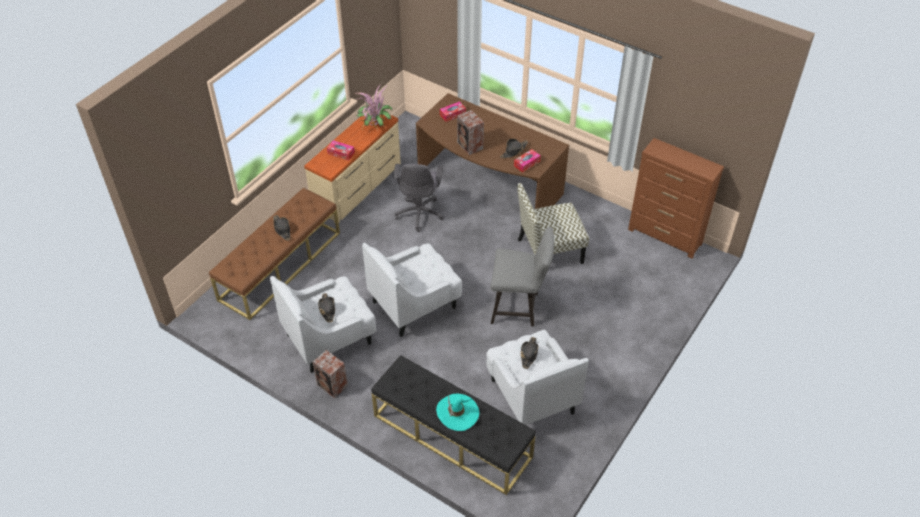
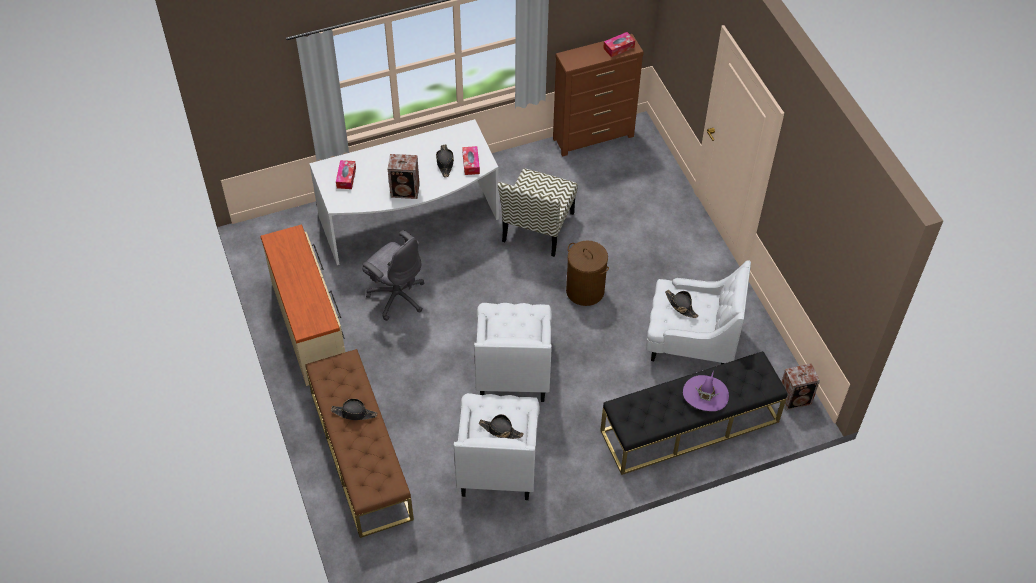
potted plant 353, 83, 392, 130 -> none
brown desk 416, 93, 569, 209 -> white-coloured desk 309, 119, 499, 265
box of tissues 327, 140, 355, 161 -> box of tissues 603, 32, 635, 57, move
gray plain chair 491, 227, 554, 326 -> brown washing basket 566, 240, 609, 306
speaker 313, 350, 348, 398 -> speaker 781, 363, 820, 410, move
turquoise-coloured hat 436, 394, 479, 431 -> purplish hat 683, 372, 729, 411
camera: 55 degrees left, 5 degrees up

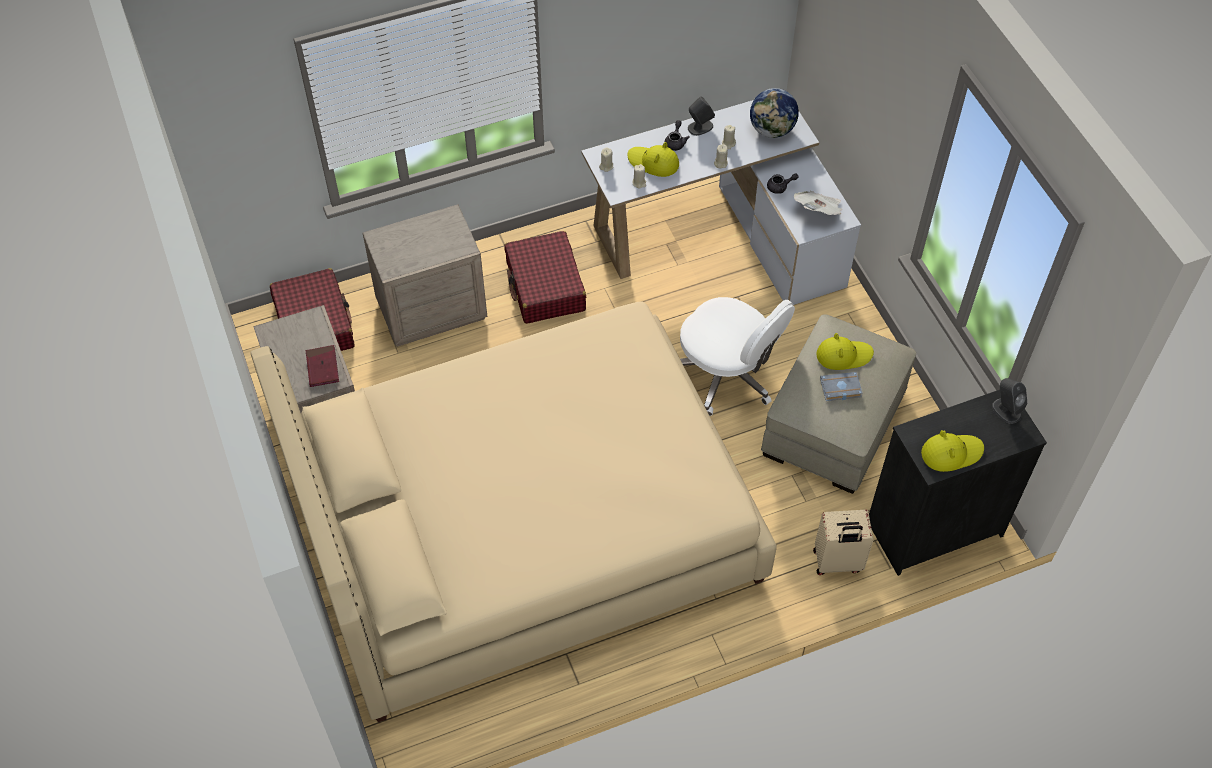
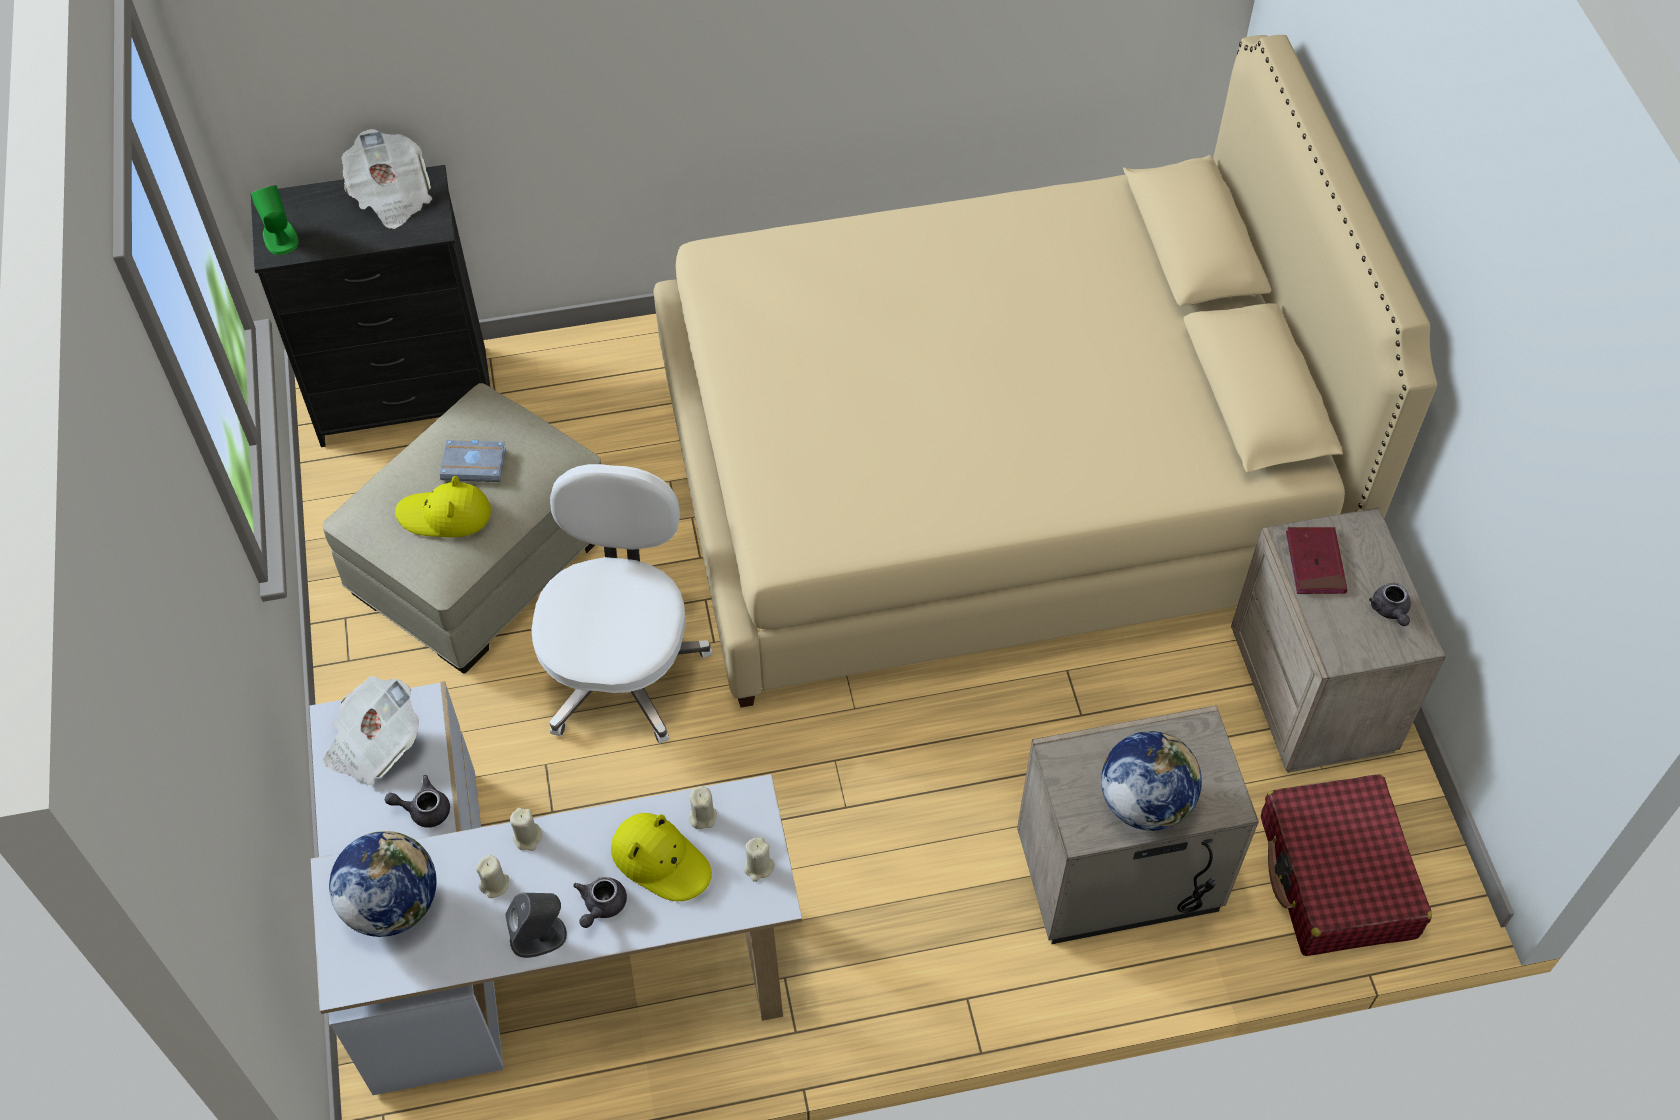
reddish piece of luggage 504, 231, 586, 324 -> none
white-coloured office chair 680, 297, 795, 416 -> white-coloured office chair 531, 464, 713, 743, 45 degrees clockwise
gray speaker 992, 378, 1027, 424 -> green speaker 251, 185, 299, 255
yellowish hat 921, 430, 984, 472 -> printed paper 341, 129, 432, 229
beige-coloured piece of luggage 813, 510, 874, 575 -> none
none -> gray tea pot 1369, 583, 1411, 626
none -> desk globe 1101, 731, 1202, 831
camera: 170 degrees left, 0 degrees up

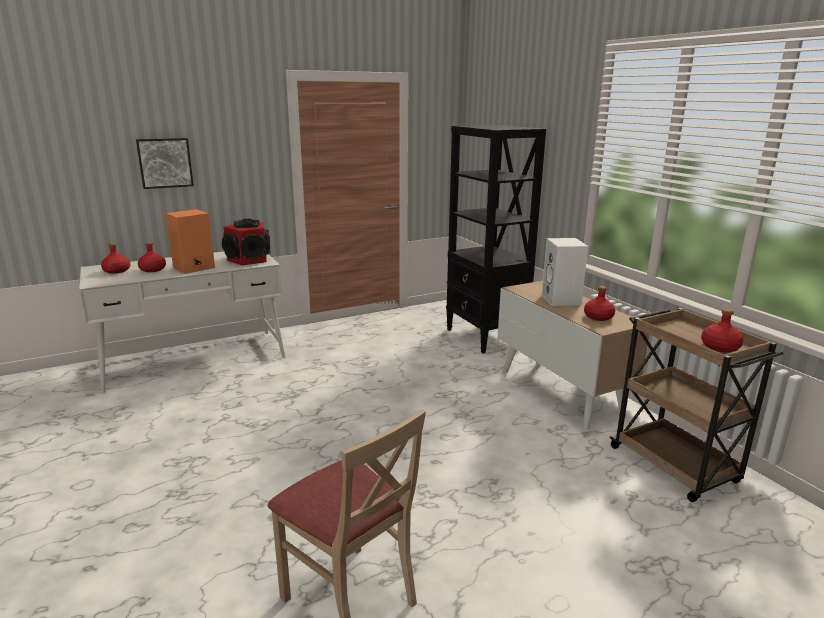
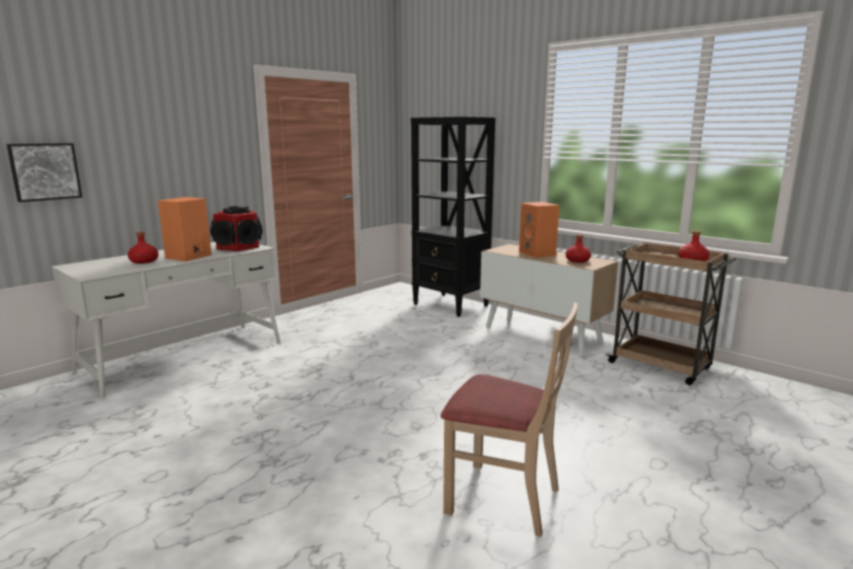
picture 136, 138, 194, 189 -> picture 7, 143, 82, 202, move
white-coloured speaker 542, 238, 588, 306 -> orange-coloured speaker 519, 202, 559, 258
reddish drink bottle 101, 243, 130, 274 -> none
camera: 20 degrees left, 5 degrees down

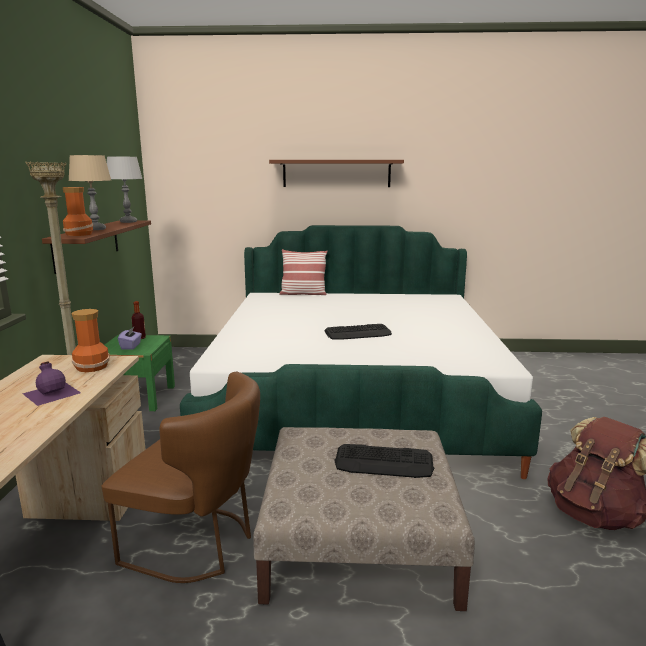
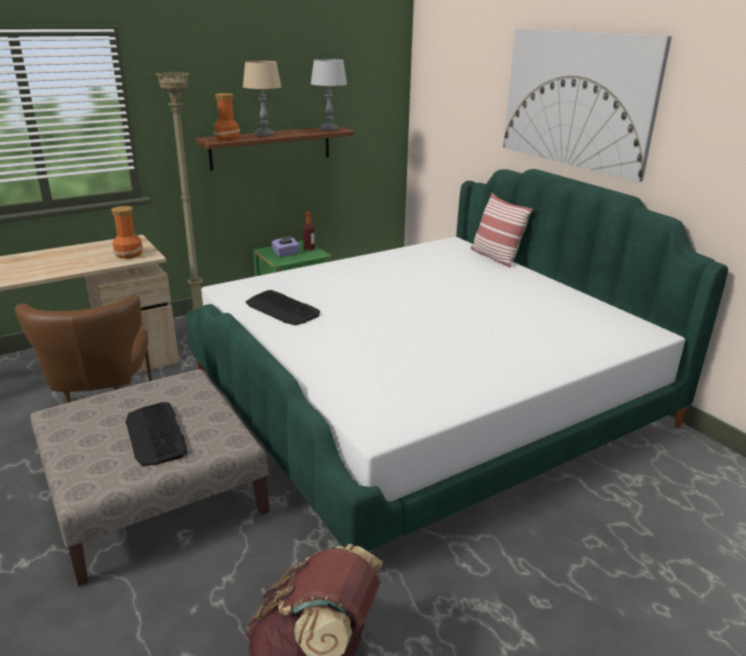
brown shelf 269, 160, 404, 187 -> picture 503, 28, 672, 182
computer keyboard 325, 324, 392, 340 -> computer keyboard 246, 290, 320, 325, move
purplish drink bottle 23, 362, 81, 406 -> none
camera: 55 degrees right, 10 degrees up

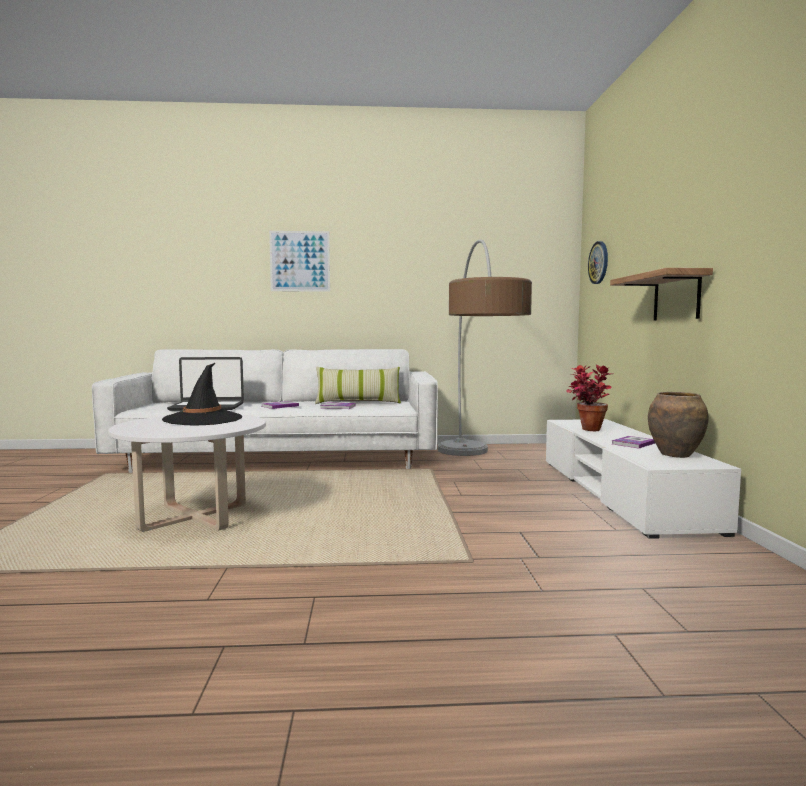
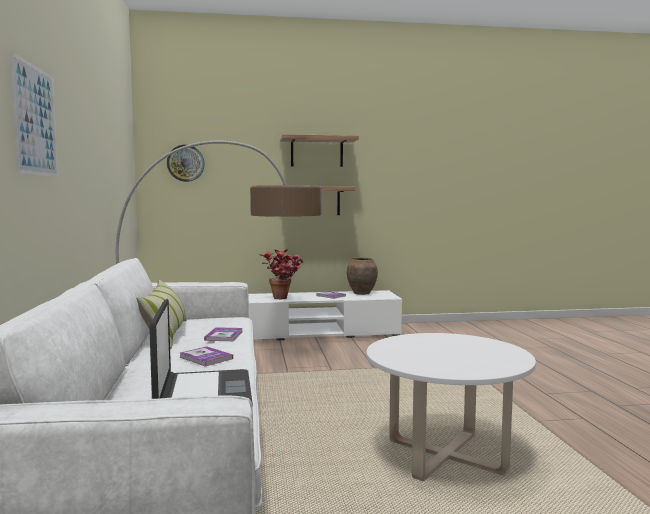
blackish hat 162, 363, 242, 425 -> none
none -> shelf 280, 134, 359, 167
camera: 95 degrees left, 0 degrees up

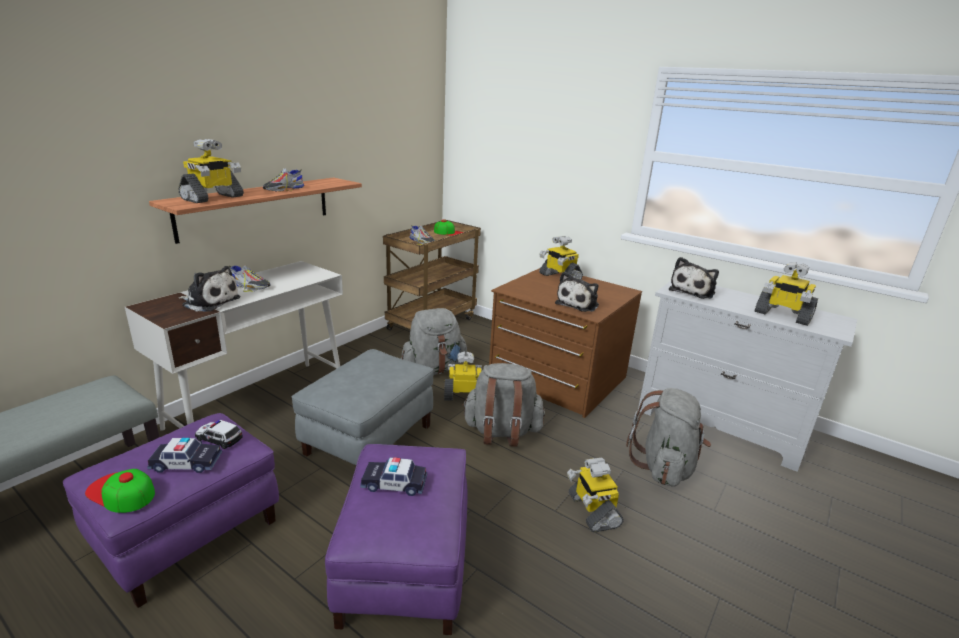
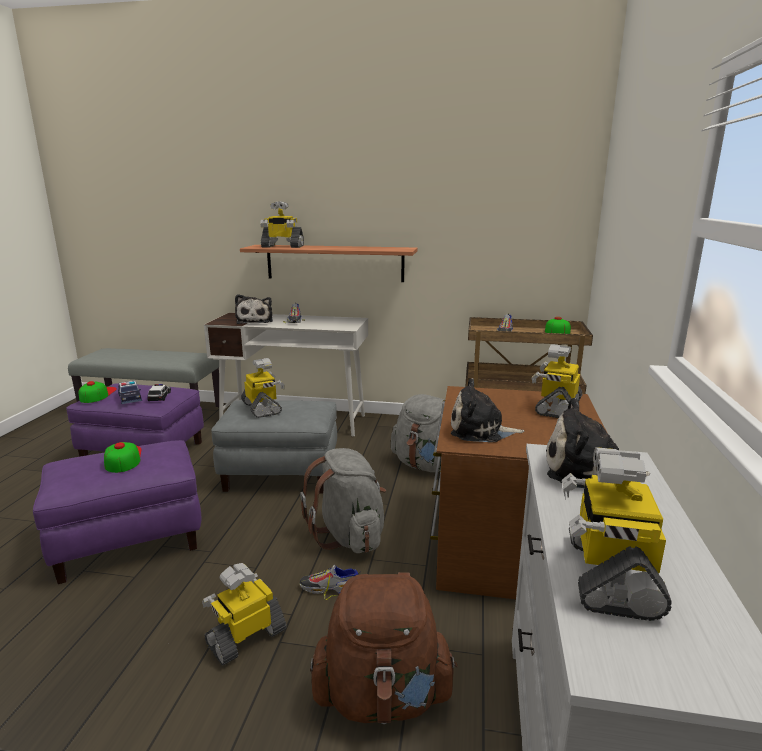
shoe 263, 168, 304, 191 -> shoe 299, 565, 361, 600, move
model robot 444, 351, 482, 401 -> model robot 241, 358, 285, 418, move
gray knapsack 626, 388, 711, 487 -> brown knapsack 310, 572, 458, 724
toy car 360, 457, 427, 496 -> baseball cap 104, 442, 141, 473
camera: 65 degrees right, 5 degrees down

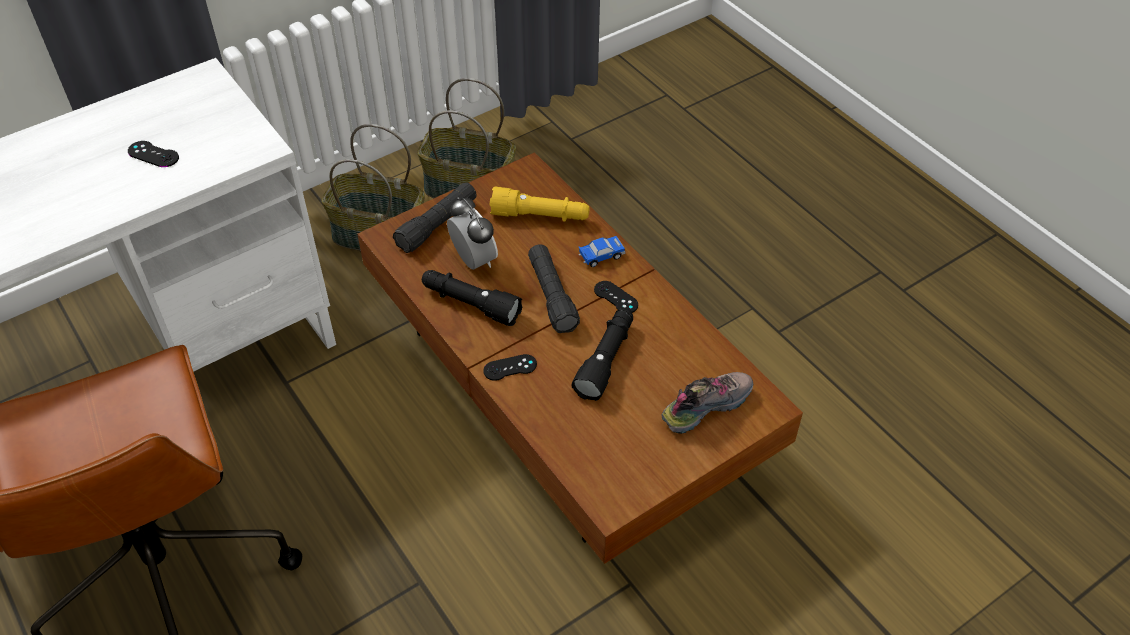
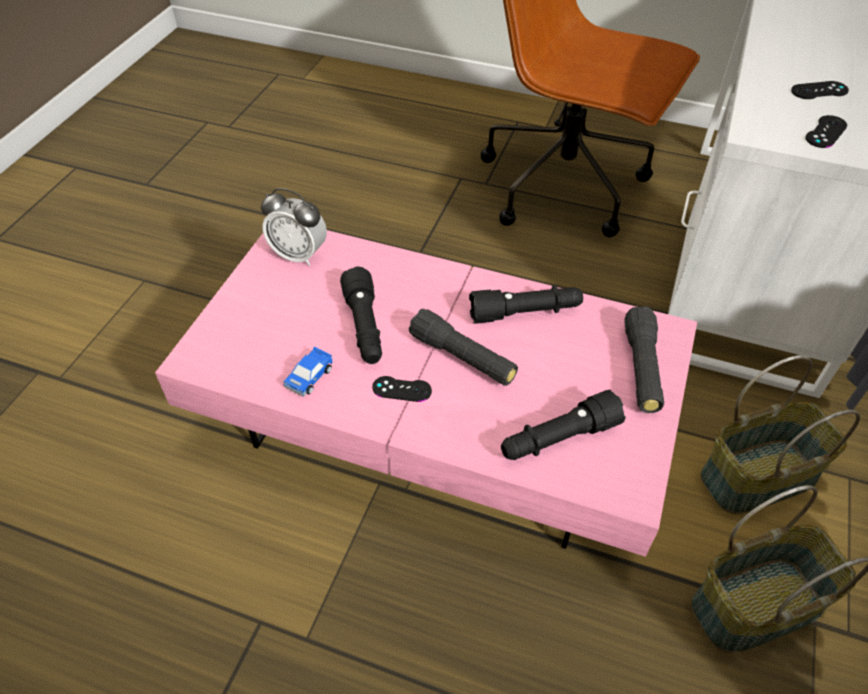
brown low table 357, 152, 803, 564 -> pinkish low table 155, 230, 697, 557
yellowish flashlight 490, 187, 590, 222 -> blackish flashlight 501, 390, 626, 460
bedside clock 447, 197, 498, 270 -> bedside clock 261, 188, 327, 266, move
toy car 579, 236, 625, 267 -> toy car 283, 347, 333, 397, move
blackish gamepad 483, 354, 537, 381 -> blackish gamepad 805, 115, 847, 148, move
shoe 661, 372, 753, 434 -> none
camera: 145 degrees right, 0 degrees up

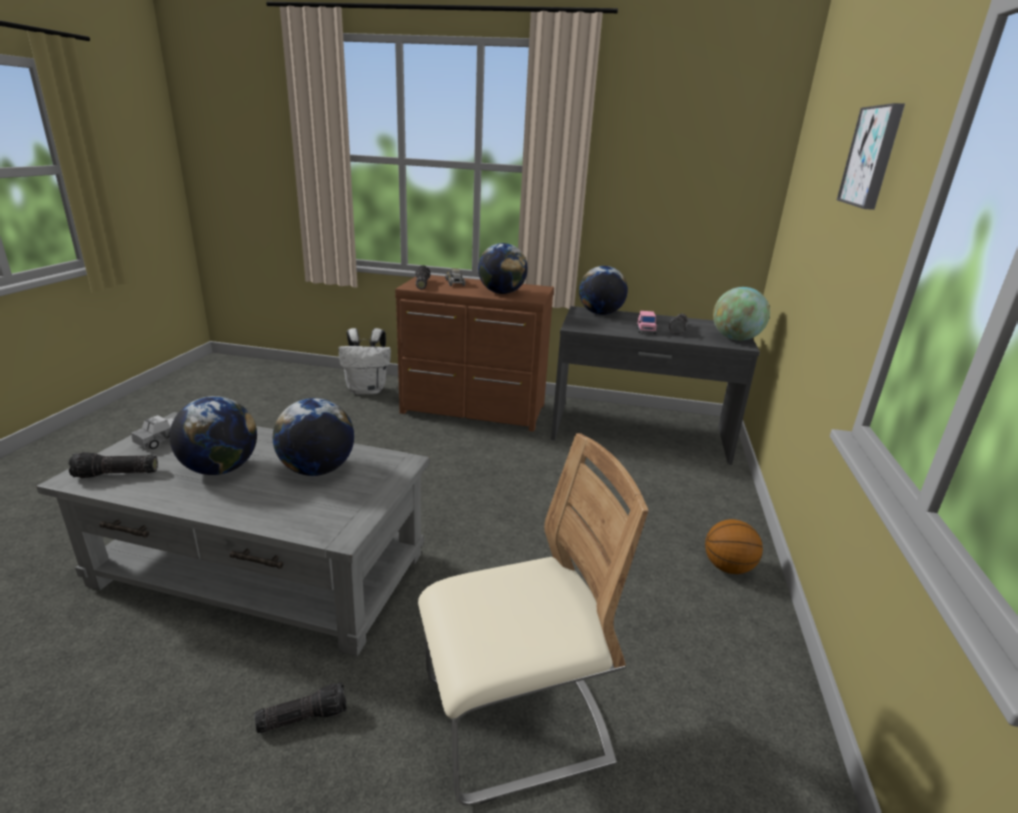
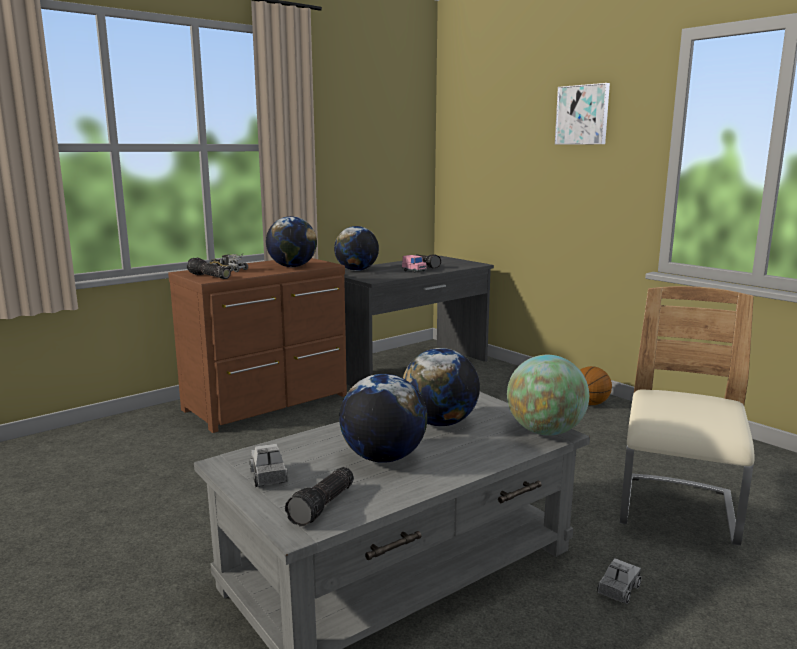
desk globe 713, 287, 770, 341 -> desk globe 507, 355, 589, 436, move
white-coloured knapsack 338, 328, 391, 395 -> none
flashlight 255, 682, 347, 733 -> toy truck 597, 558, 641, 604
camera: 50 degrees left, 10 degrees down

